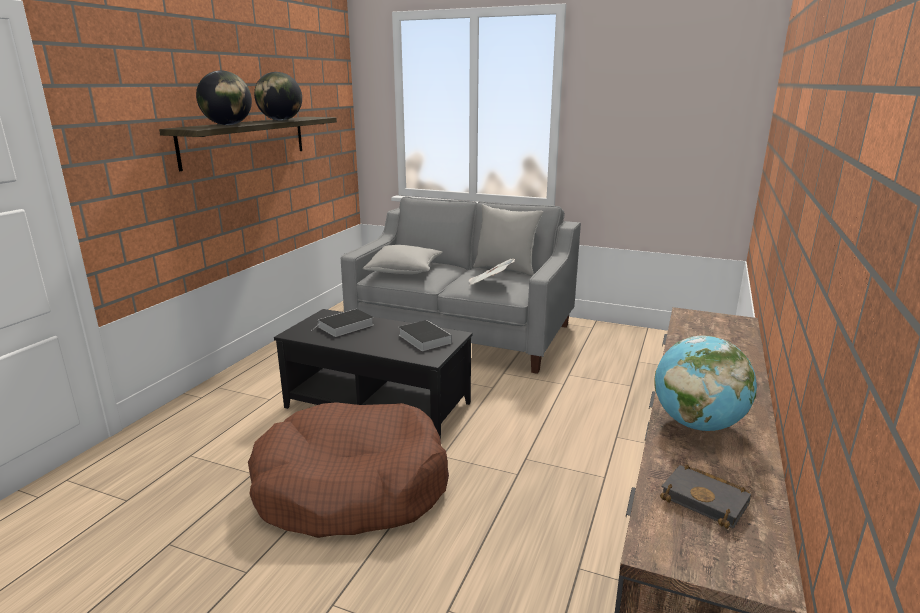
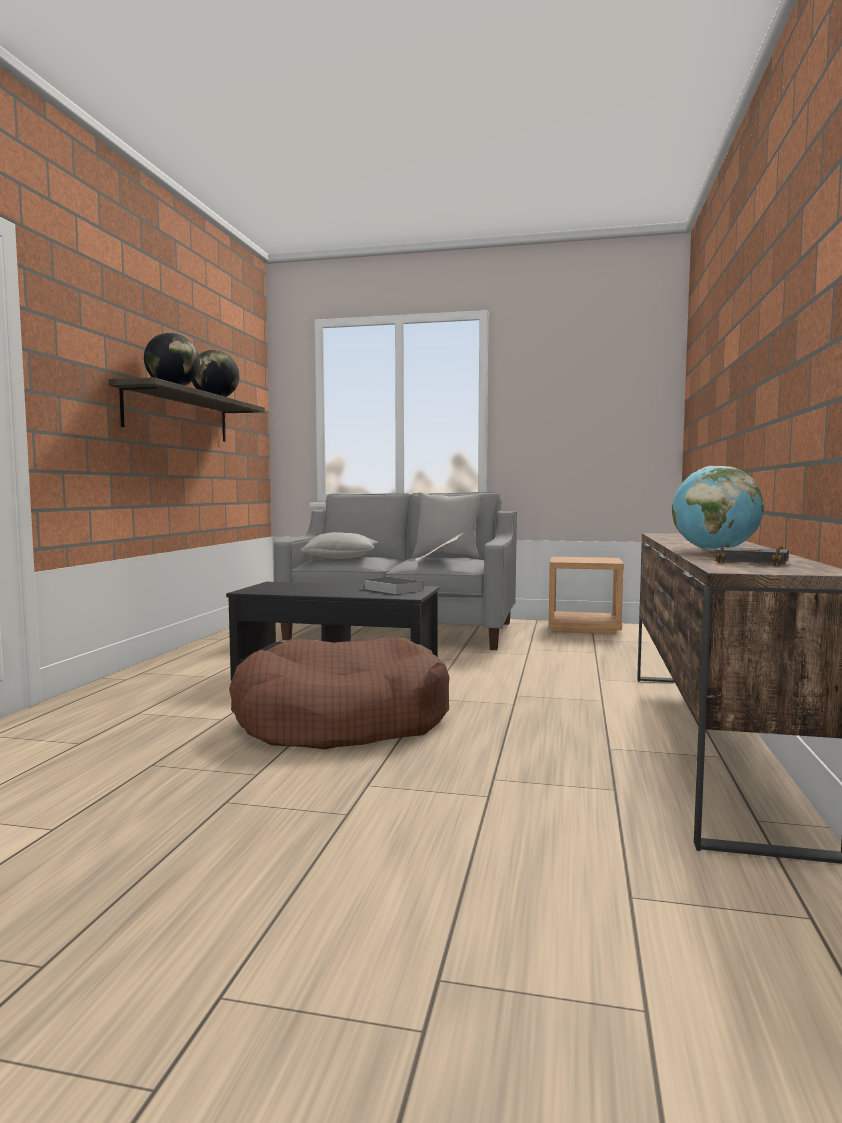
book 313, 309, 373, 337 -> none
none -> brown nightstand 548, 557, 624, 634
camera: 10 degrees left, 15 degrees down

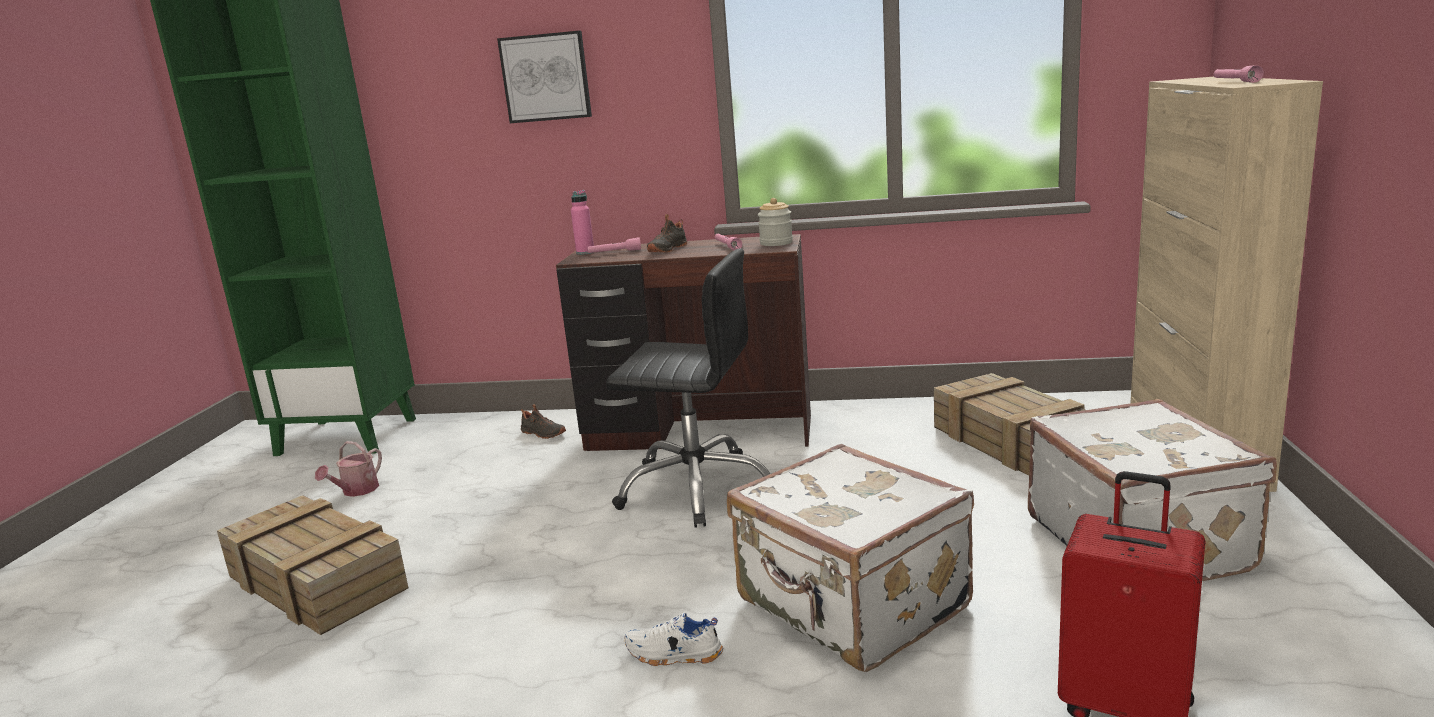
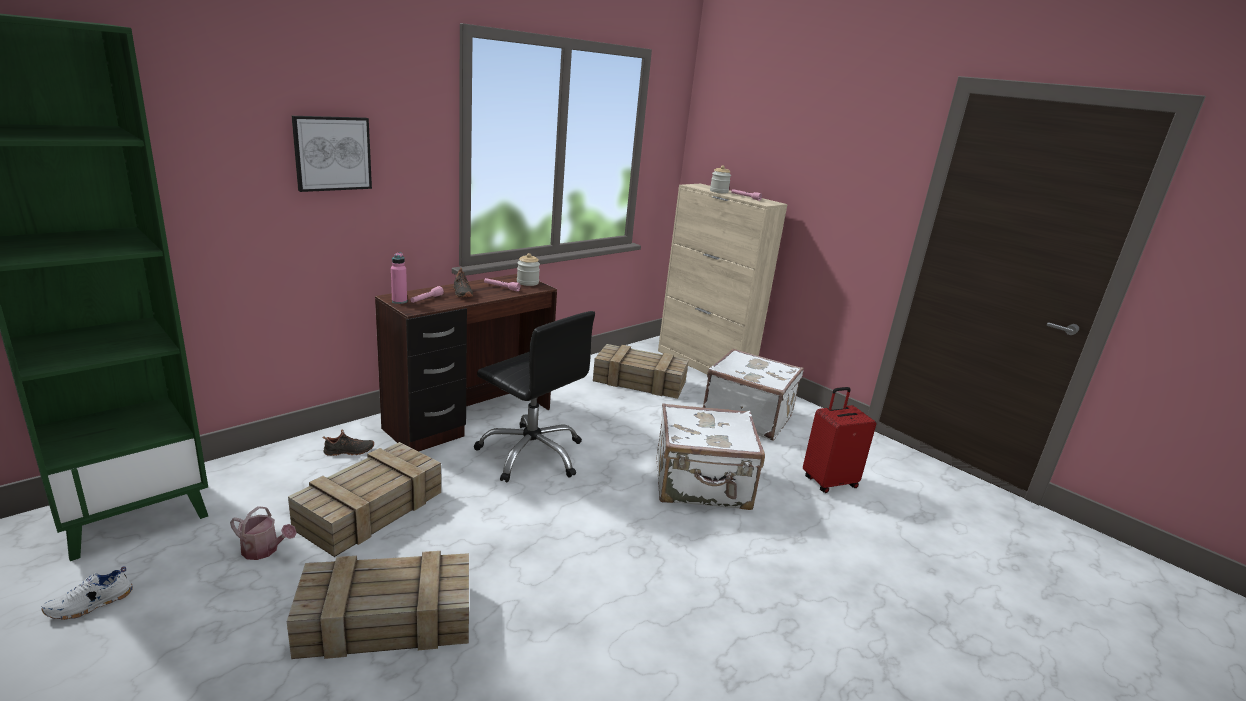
blackish office chair 606, 248, 770, 528 -> blackish office chair 474, 311, 595, 483, 75 degrees clockwise
watering pot 315, 441, 382, 497 -> watering pot 230, 506, 297, 560, 45 degrees counterclockwise
white-coloured shoe 625, 613, 723, 666 -> white-coloured shoe 41, 566, 133, 620, move
none -> jar 710, 165, 731, 193
none -> shipping crate 288, 442, 441, 557
camera: 55 degrees left, 5 degrees up

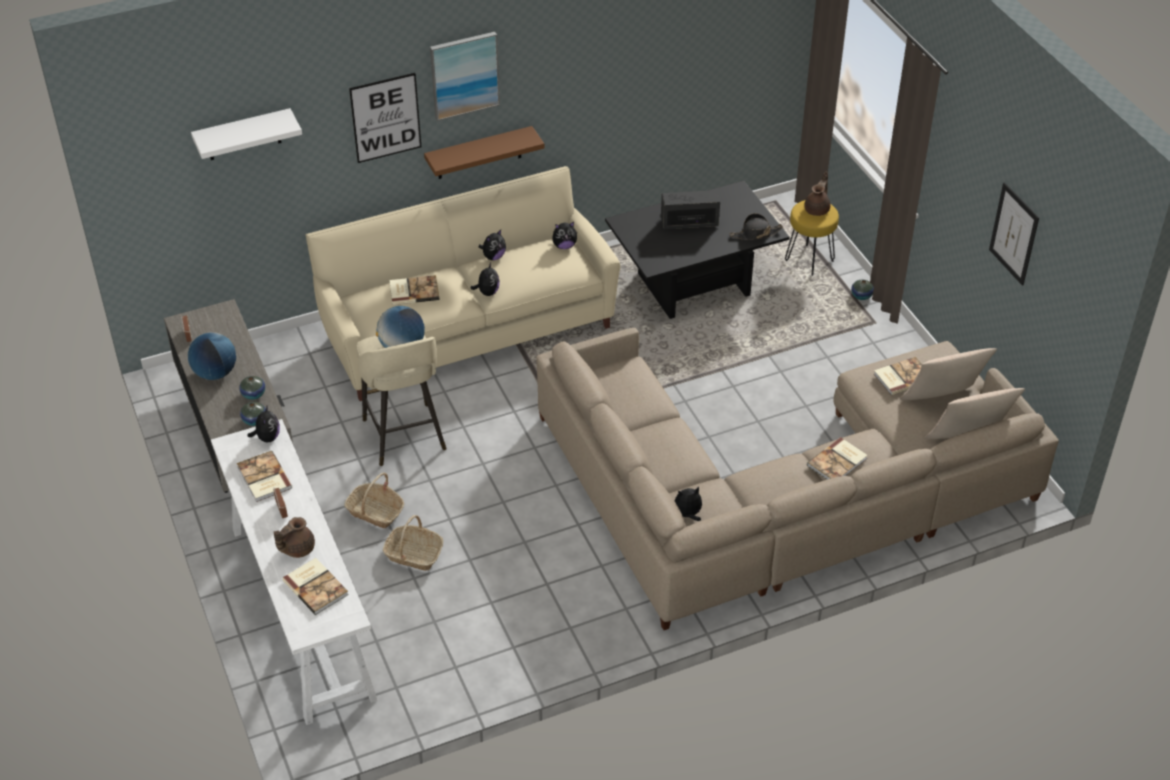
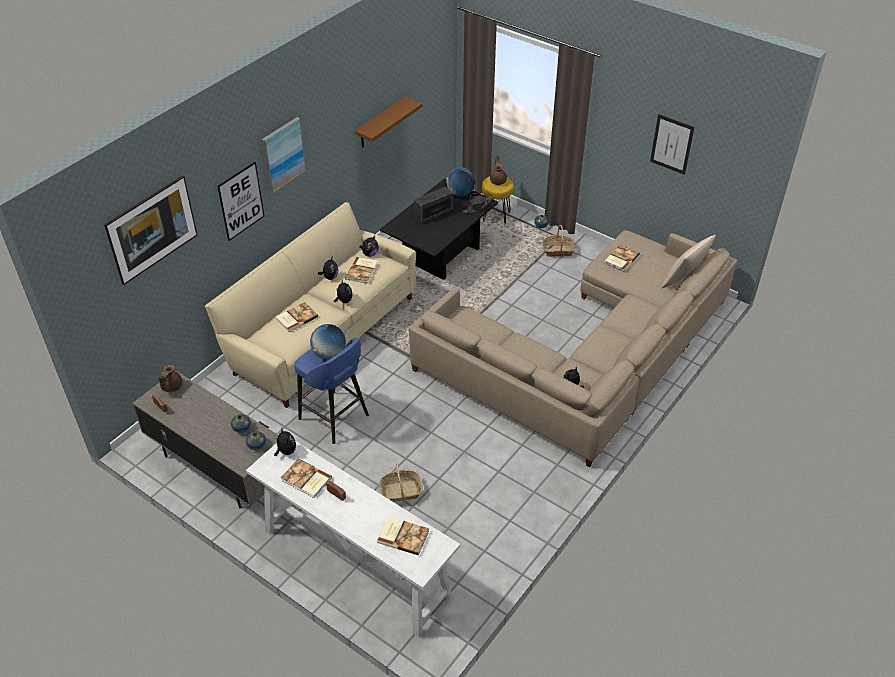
white-coloured shelf 191, 108, 302, 160 -> picture 104, 175, 197, 285
brown shelf 424, 126, 545, 179 -> brown shelf 355, 97, 422, 148, move
desk globe 187, 332, 236, 380 -> desk globe 447, 168, 475, 197, move
beige-coloured stool seat 356, 335, 447, 466 -> bluish stool seat 294, 337, 369, 444
beige-coloured pillow 900, 348, 997, 400 -> none
book 807, 437, 868, 480 -> book 345, 257, 378, 284, move
basket 344, 473, 404, 528 -> basket 542, 225, 576, 257, move
brown tea pot 274, 517, 315, 558 -> brown tea pot 158, 365, 183, 392, move
camera: 30 degrees left, 0 degrees up

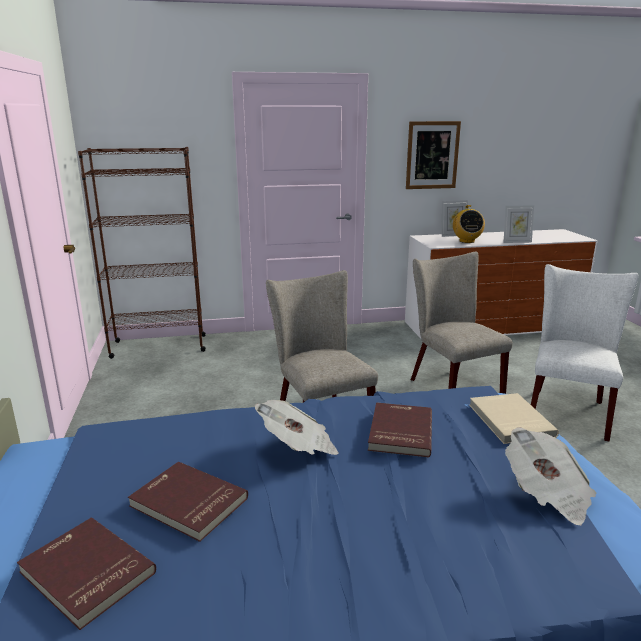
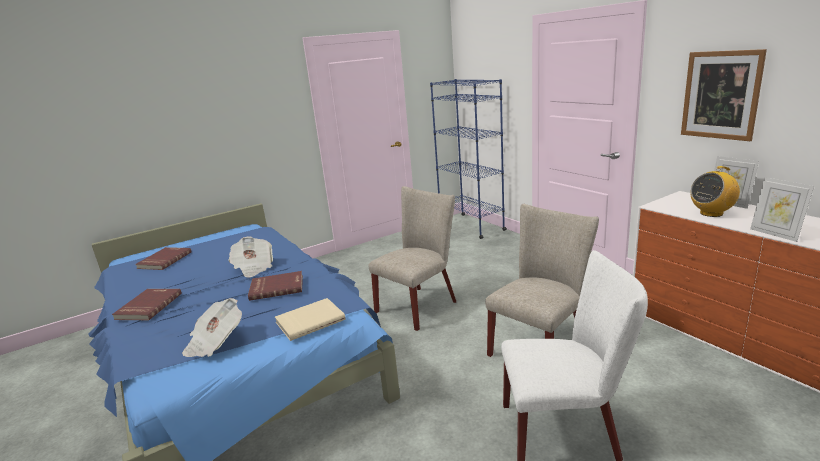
brown bookcase 78, 147, 206, 359 -> bluish bookcase 430, 79, 507, 239
reddish book 128, 462, 248, 542 -> reddish book 112, 289, 182, 320, move
camera: 70 degrees right, 0 degrees up

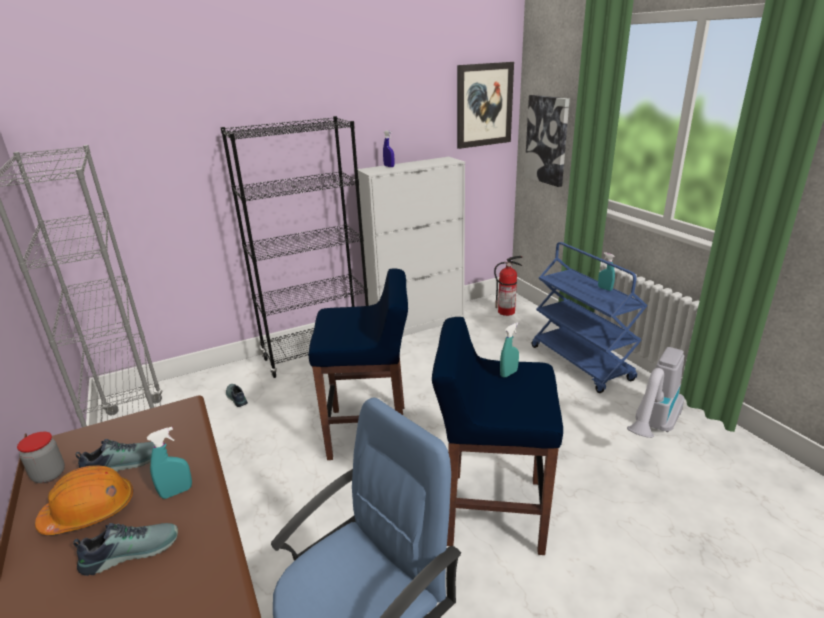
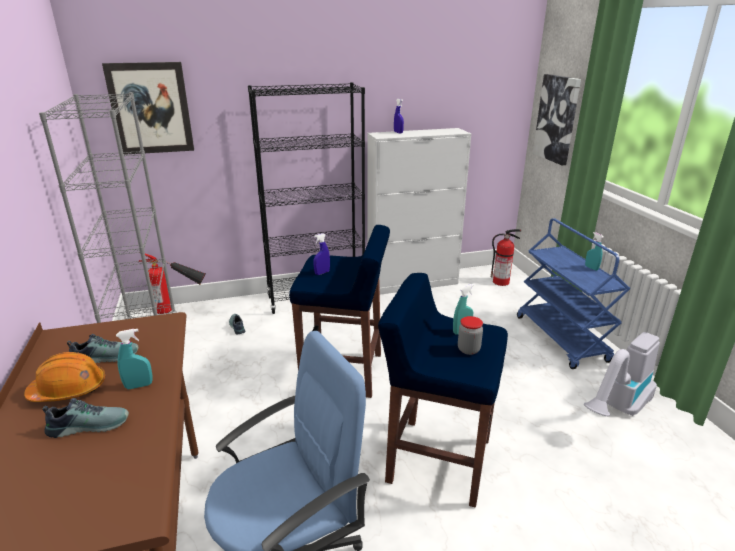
picture 457, 62, 514, 149 -> picture 102, 62, 194, 155, move
jar 17, 432, 65, 483 -> jar 458, 316, 483, 355, move
none -> bluish hand sprayer 313, 233, 330, 275
none -> extinguisher 139, 254, 206, 314
camera: 10 degrees right, 0 degrees up

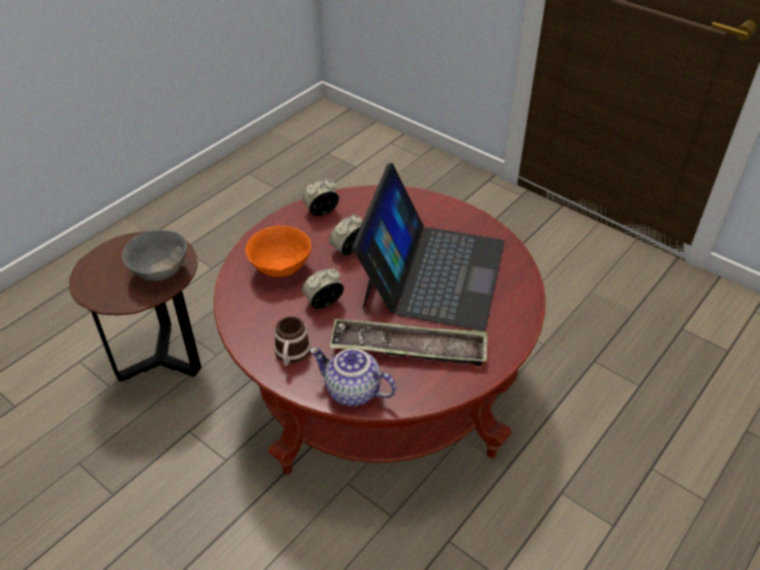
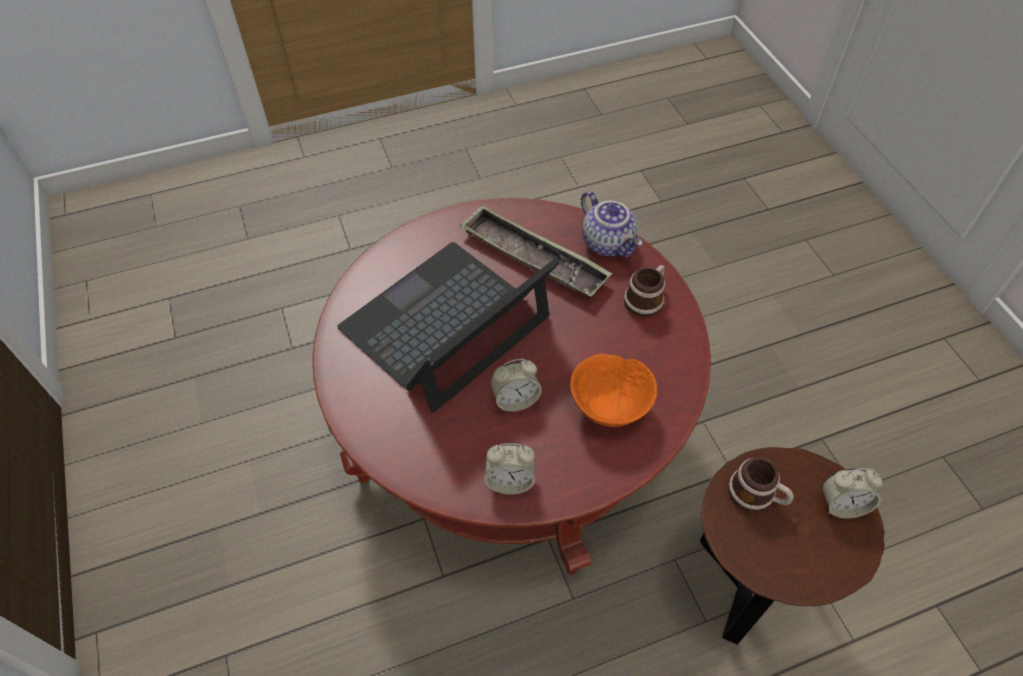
gray serving bowl 122, 230, 187, 281 -> mug 728, 457, 794, 512
bedside clock 302, 268, 344, 309 -> bedside clock 822, 468, 883, 518, move
camera: 150 degrees left, 10 degrees up

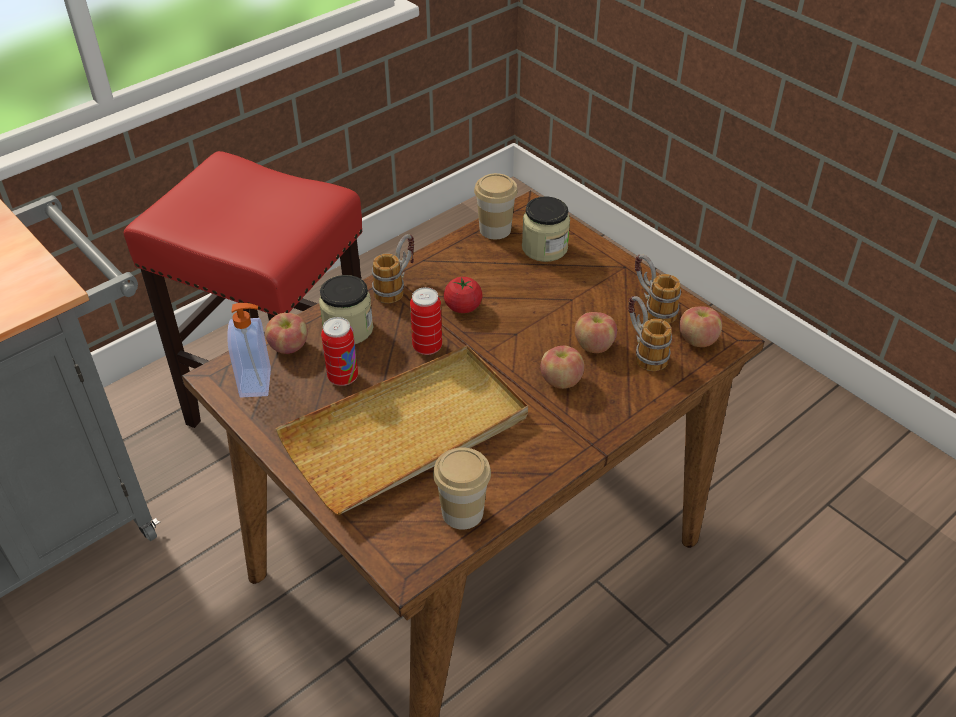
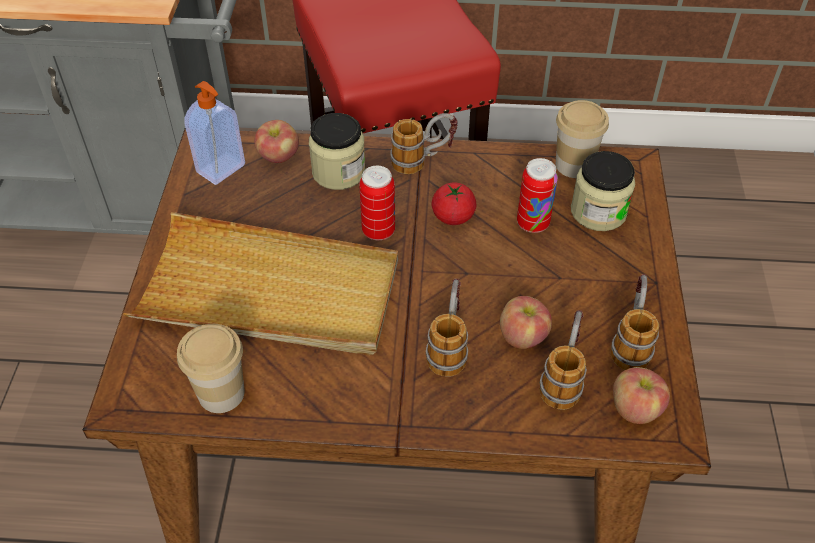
sealed can 321, 317, 358, 386 -> sealed can 517, 158, 558, 233, move
apple 540, 346, 584, 389 -> mug 426, 278, 468, 377
camera: 45 degrees right, 5 degrees up

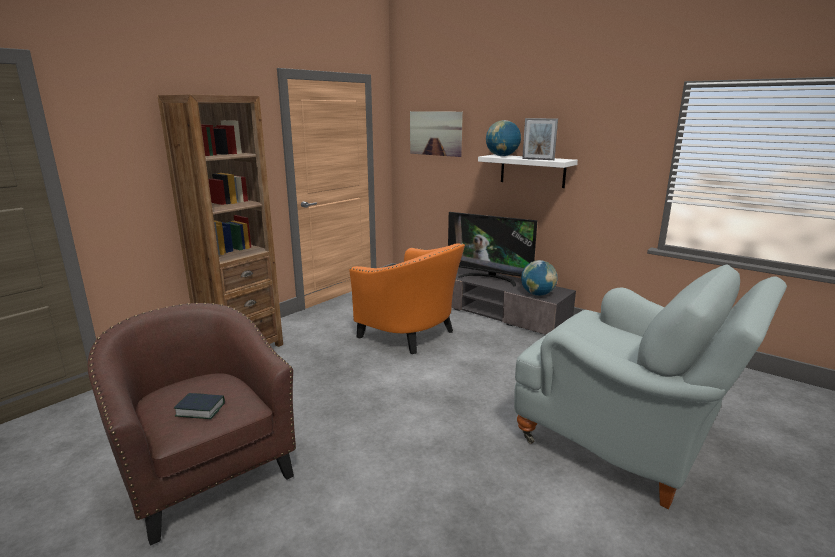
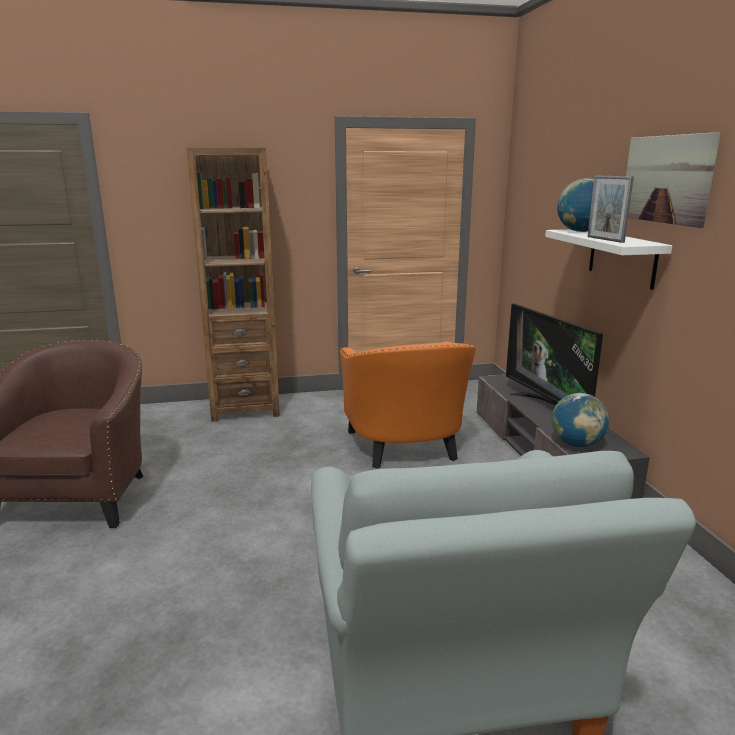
picture 410, 111, 463, 157 -> picture 626, 132, 721, 228, move
book 174, 393, 225, 419 -> none
camera: 40 degrees right, 0 degrees up

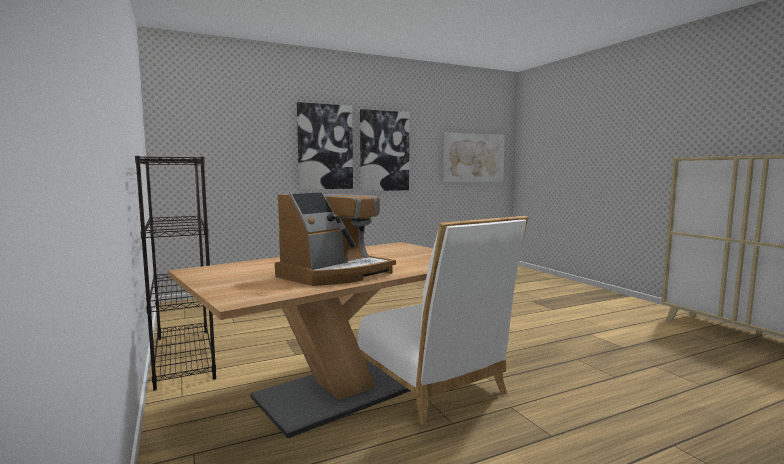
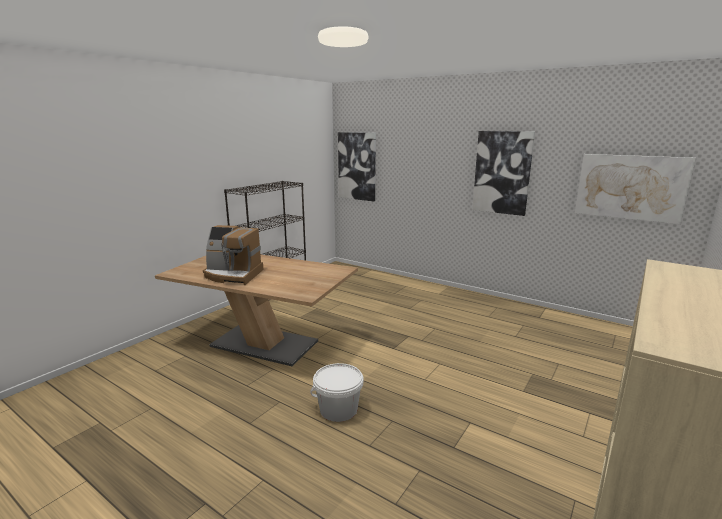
picture 297, 102, 353, 190 -> picture 338, 132, 376, 201, move
white-coloured plain chair 358, 216, 529, 425 -> none
none -> white-coloured water bucket 310, 363, 363, 422
camera: 60 degrees right, 10 degrees up

